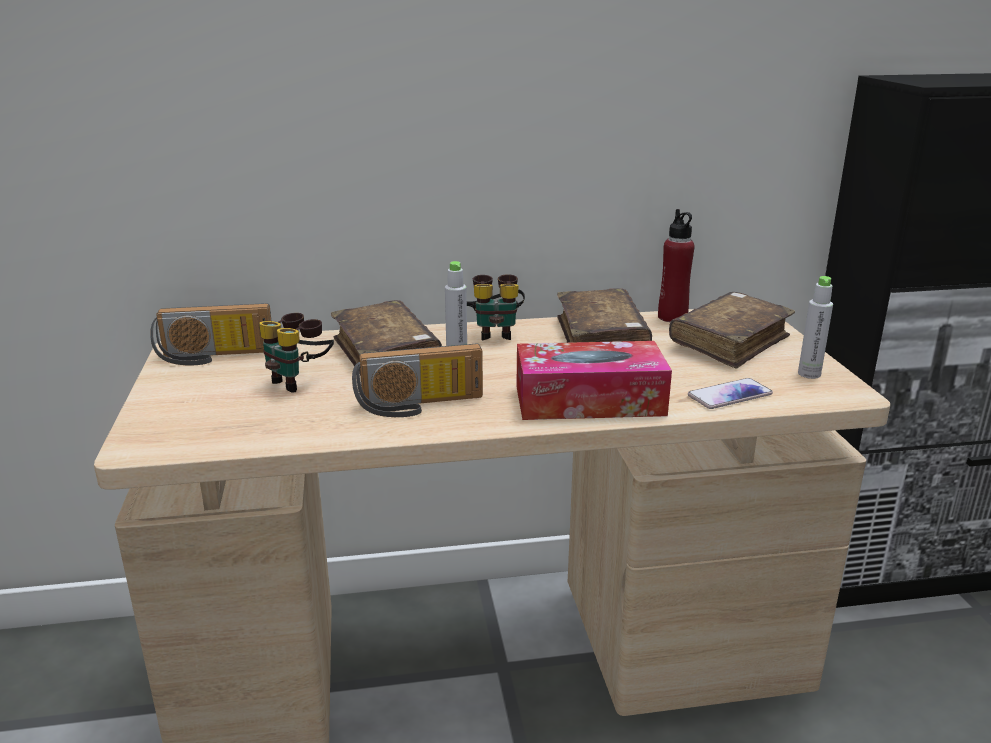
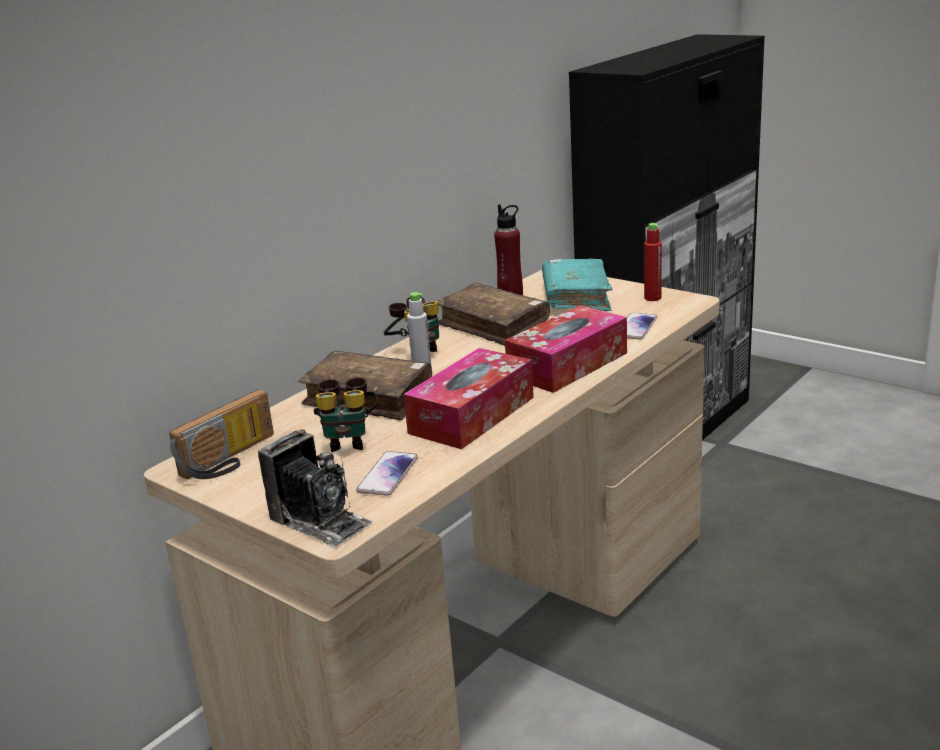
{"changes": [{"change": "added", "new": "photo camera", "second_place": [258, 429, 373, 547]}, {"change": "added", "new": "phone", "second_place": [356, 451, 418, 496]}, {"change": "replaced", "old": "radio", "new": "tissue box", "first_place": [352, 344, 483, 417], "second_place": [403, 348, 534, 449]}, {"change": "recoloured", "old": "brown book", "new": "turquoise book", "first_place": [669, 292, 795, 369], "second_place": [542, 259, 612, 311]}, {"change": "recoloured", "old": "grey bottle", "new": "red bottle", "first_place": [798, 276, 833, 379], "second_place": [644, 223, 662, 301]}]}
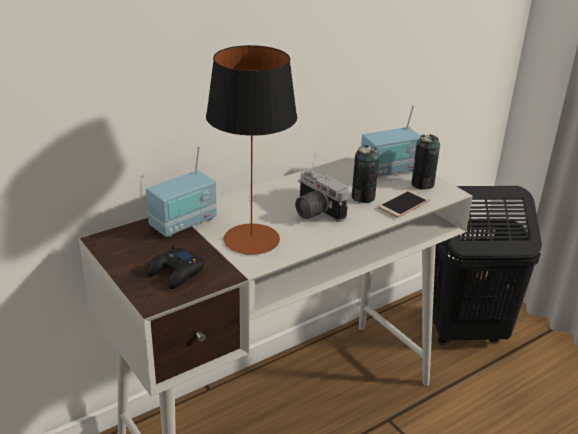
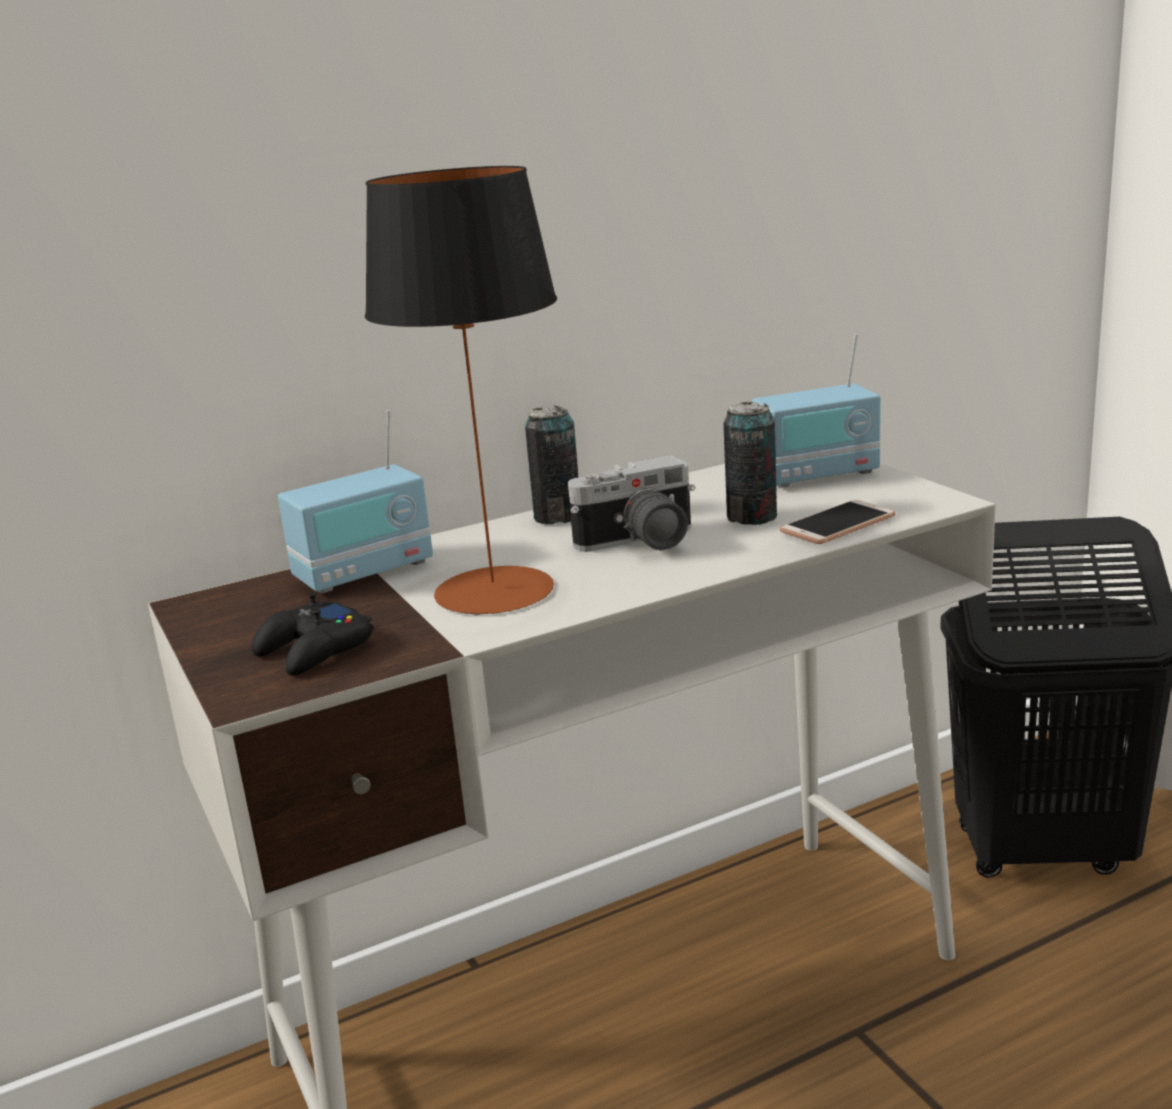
{"changes": [{"change": "moved", "old": "can", "first_place": [412, 134, 440, 190], "second_place": [525, 406, 578, 525]}, {"change": "turned", "old": "photo camera", "first_place": [295, 169, 349, 222], "second_place": [568, 456, 695, 552], "degrees": -75}]}
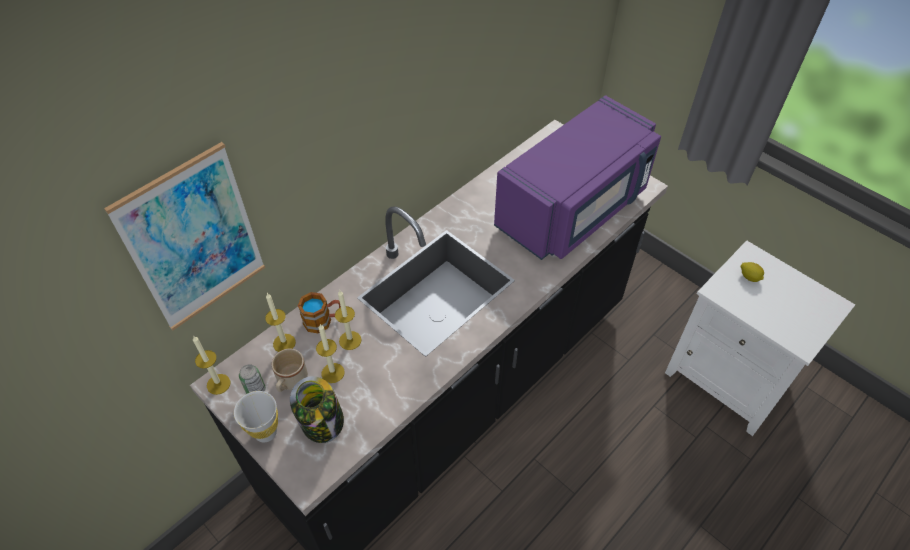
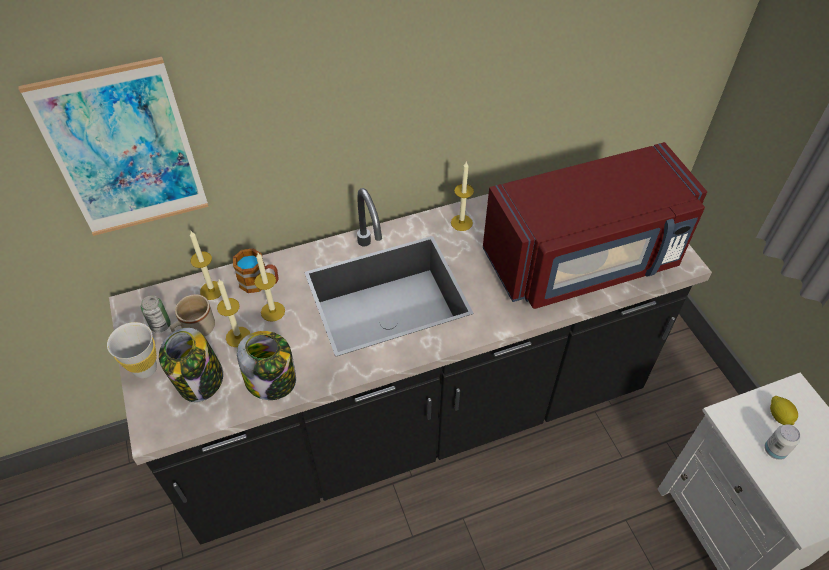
{"changes": [{"change": "added", "new": "jar", "second_place": [237, 331, 296, 400]}, {"change": "added", "new": "can", "second_place": [764, 424, 800, 460]}, {"change": "moved", "old": "candle", "first_place": [193, 336, 230, 395], "second_place": [451, 162, 474, 231]}, {"change": "recoloured", "old": "purple microwave", "new": "red microwave", "first_place": [494, 95, 661, 260], "second_place": [483, 142, 707, 309]}]}
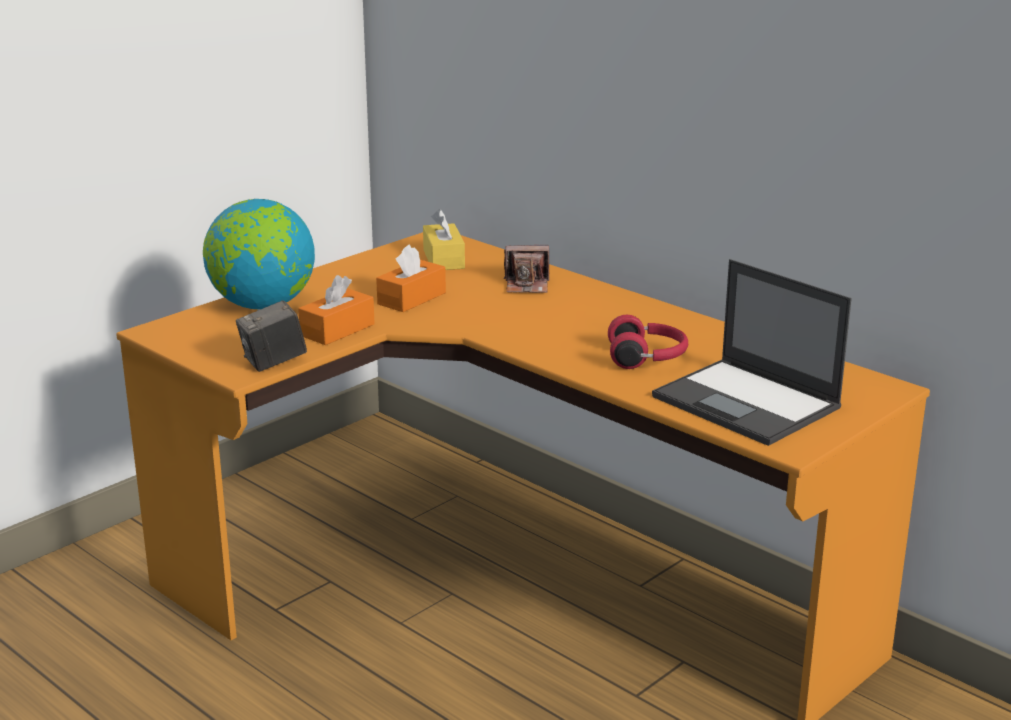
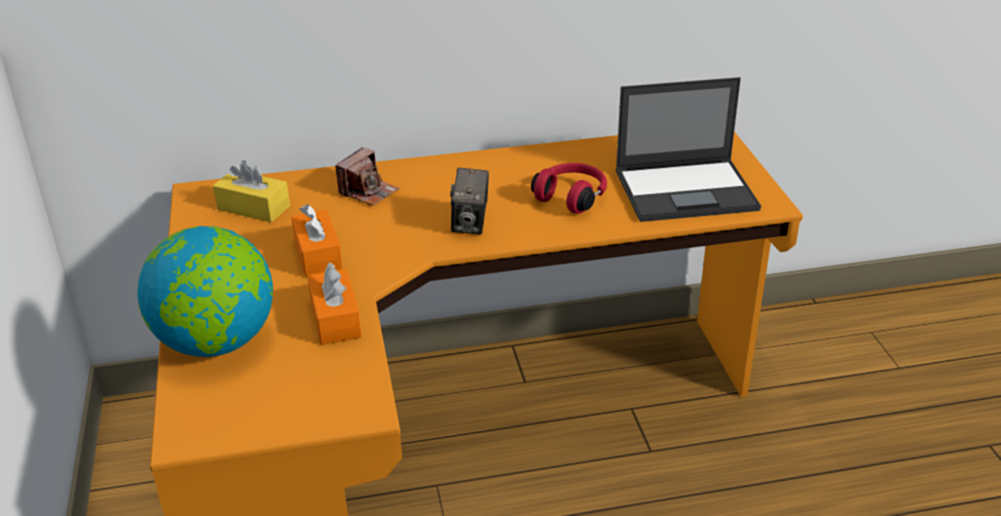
{"changes": [{"change": "moved", "old": "photo camera", "first_place": [236, 300, 307, 372], "second_place": [450, 168, 489, 234]}]}
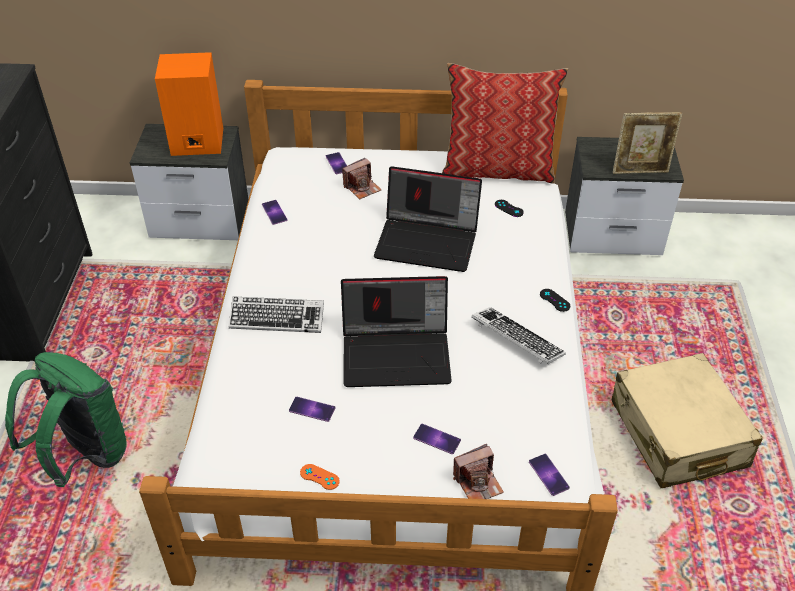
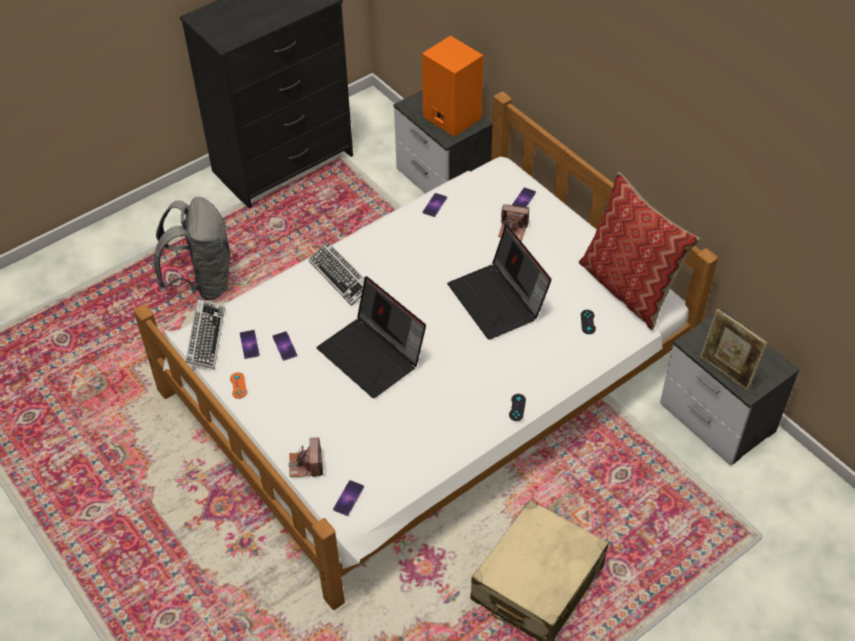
{"changes": [{"change": "moved", "old": "phone", "first_place": [413, 424, 461, 454], "second_place": [240, 330, 260, 359]}, {"change": "moved", "old": "keyboard", "first_place": [471, 307, 566, 364], "second_place": [186, 299, 225, 369]}, {"change": "recoloured", "old": "green backpack", "new": "grey backpack", "first_place": [5, 352, 127, 487], "second_place": [153, 197, 230, 300]}, {"change": "turned", "old": "photo camera", "first_place": [453, 444, 504, 499], "second_place": [289, 437, 323, 477], "degrees": 60}]}
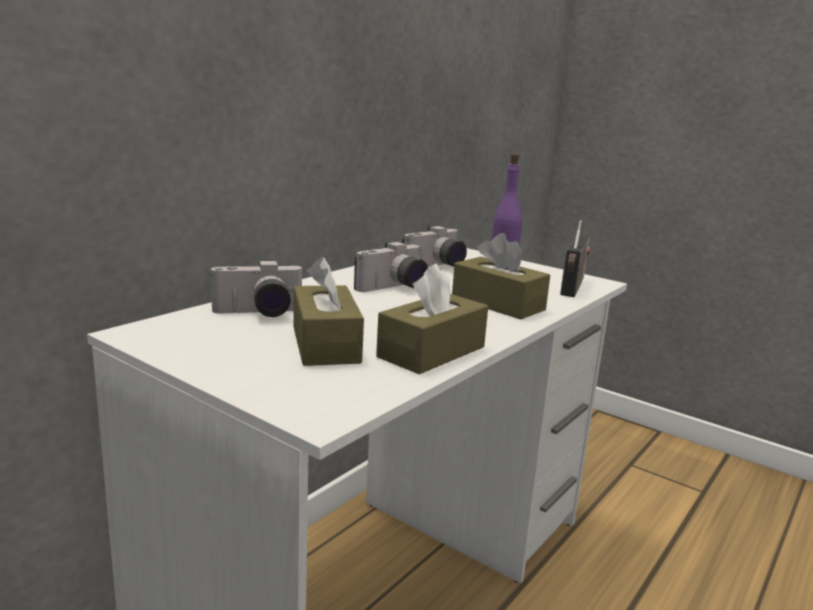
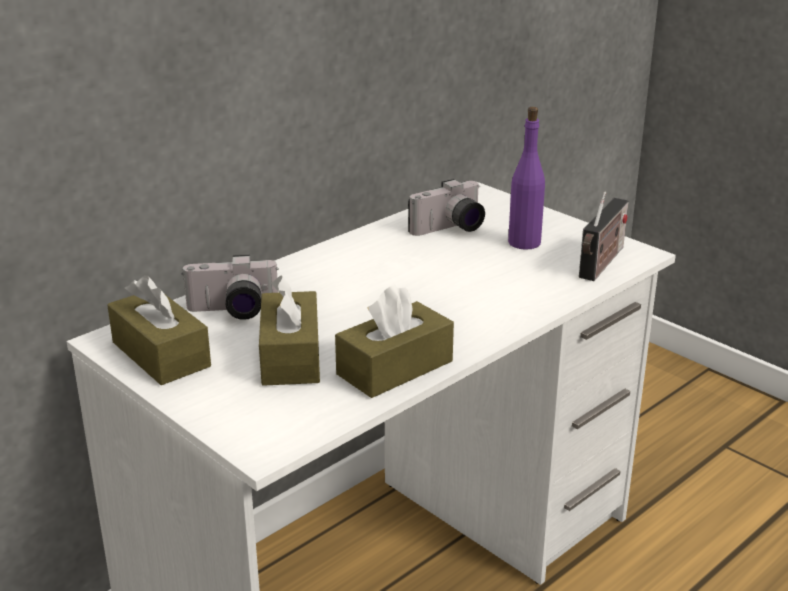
{"changes": [{"change": "removed", "old": "photo camera", "first_place": [354, 241, 428, 292]}, {"change": "moved", "old": "brown tissue box", "first_place": [452, 233, 550, 319], "second_place": [107, 275, 211, 385]}]}
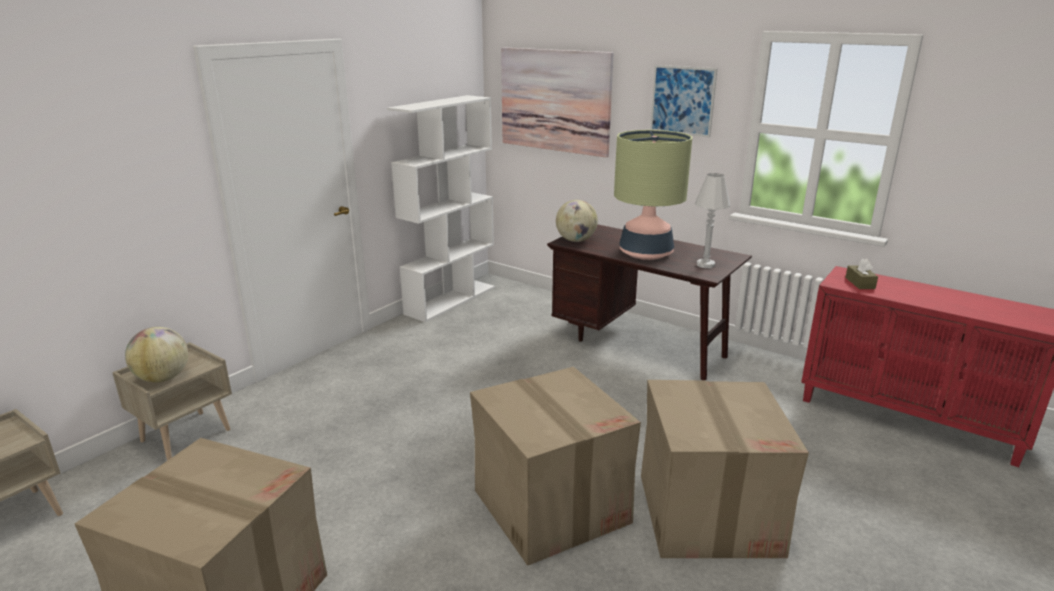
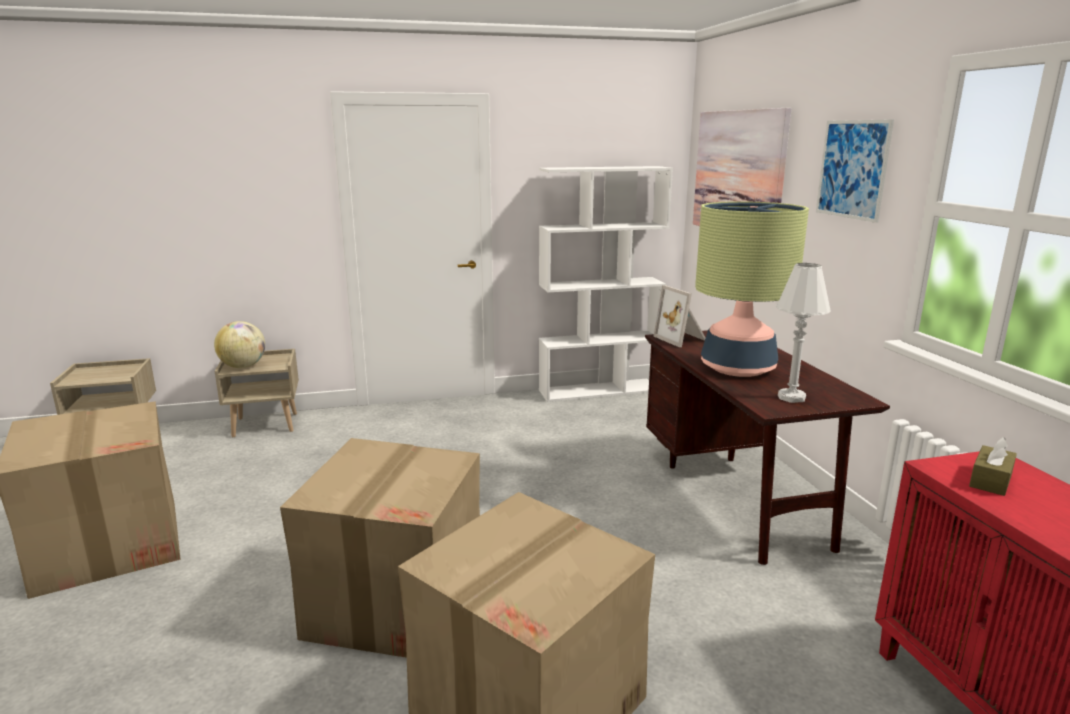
{"changes": [{"change": "replaced", "old": "globe", "new": "picture frame", "first_place": [556, 200, 598, 242], "second_place": [654, 285, 706, 347]}]}
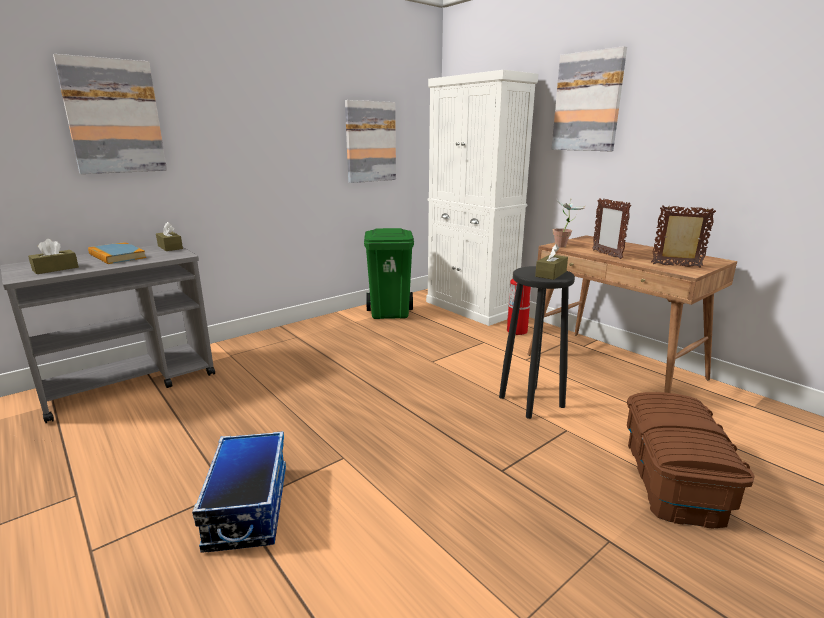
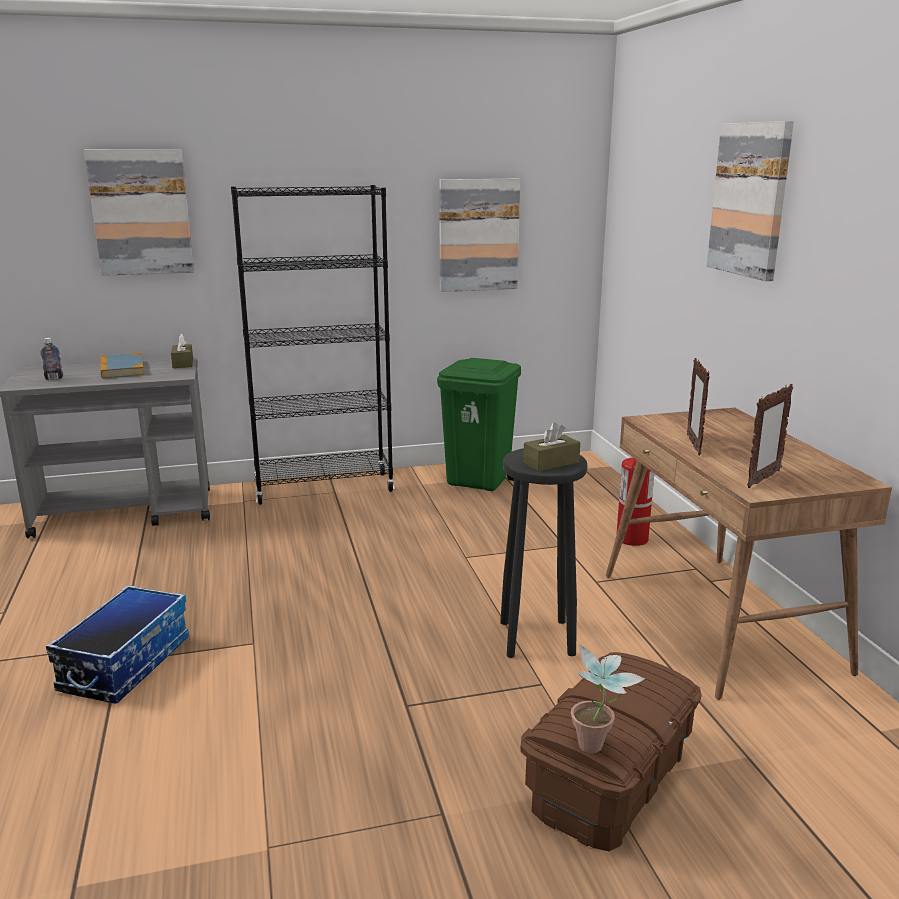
{"changes": [{"change": "removed", "old": "white cabinet", "first_place": [426, 70, 538, 326]}, {"change": "added", "new": "black bookcase", "second_place": [231, 185, 395, 505]}, {"change": "moved", "old": "potted plant", "first_place": [553, 200, 585, 248], "second_place": [571, 644, 645, 753]}, {"change": "replaced", "old": "brown tissue box", "new": "bottle", "first_place": [28, 239, 79, 274], "second_place": [40, 338, 63, 380]}, {"change": "turned", "old": "picture frame", "first_place": [651, 205, 716, 268], "second_place": [747, 384, 793, 488], "degrees": 90}]}
